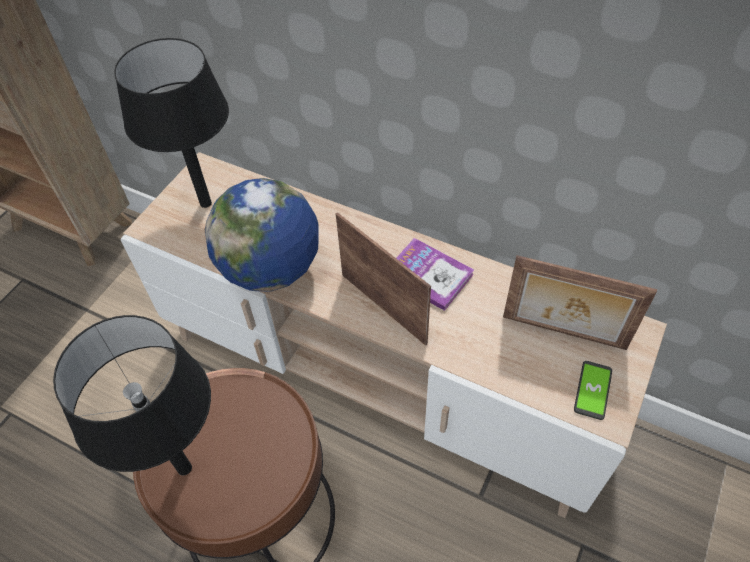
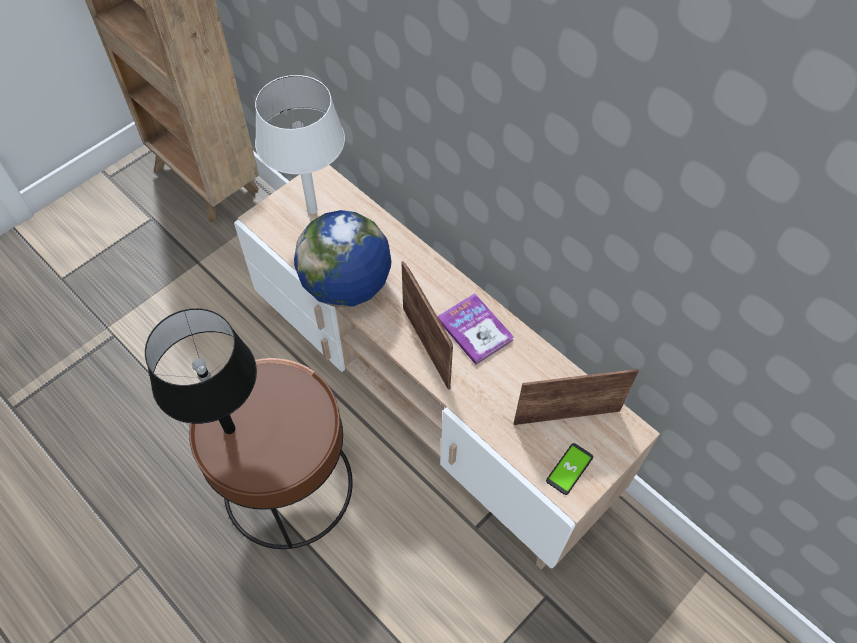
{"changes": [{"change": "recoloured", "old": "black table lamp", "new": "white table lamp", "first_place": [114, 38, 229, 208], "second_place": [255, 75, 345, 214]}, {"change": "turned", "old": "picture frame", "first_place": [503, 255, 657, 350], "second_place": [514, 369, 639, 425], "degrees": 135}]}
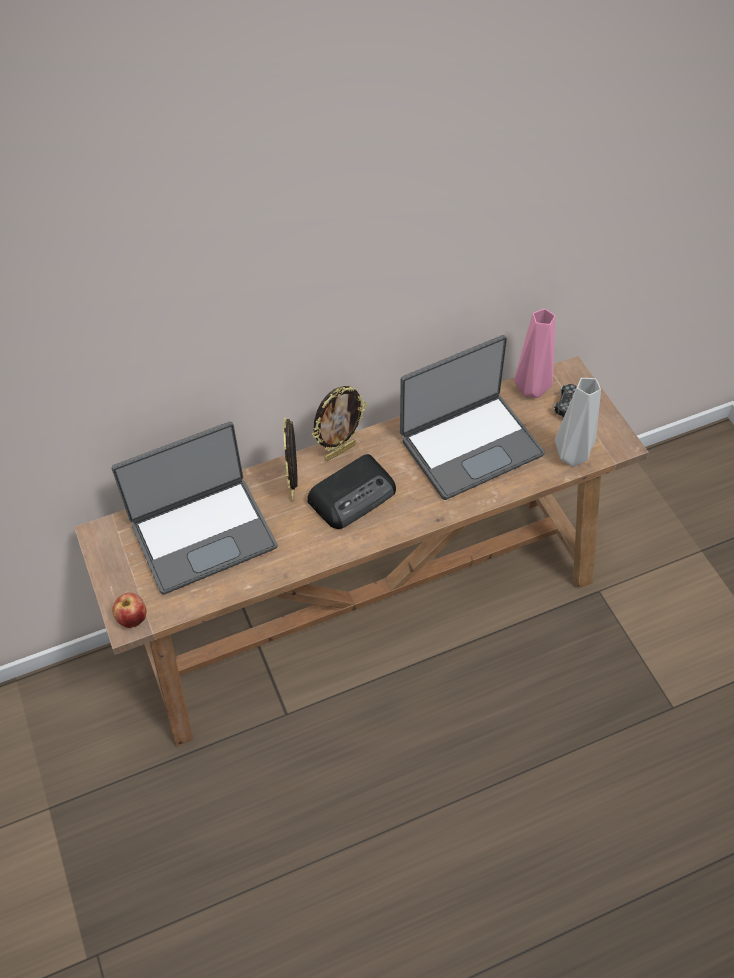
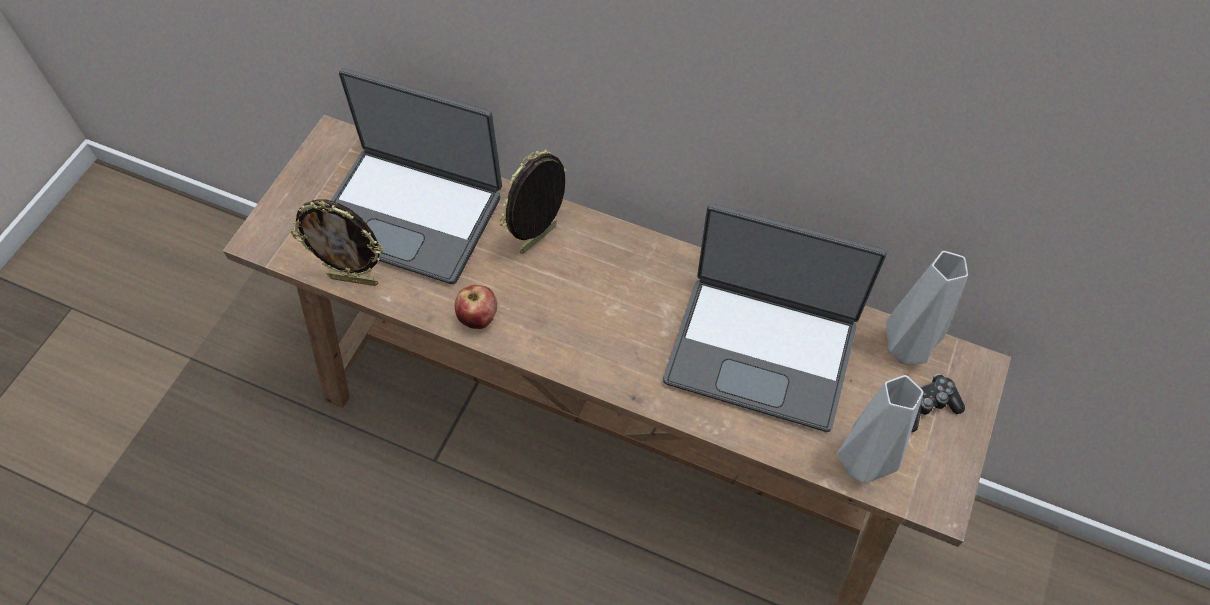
{"changes": [{"change": "removed", "old": "radio", "first_place": [308, 454, 396, 529]}, {"change": "moved", "old": "apple", "first_place": [112, 593, 147, 628], "second_place": [454, 285, 497, 329]}, {"change": "moved", "old": "picture frame", "first_place": [312, 386, 367, 461], "second_place": [291, 200, 383, 286]}, {"change": "recoloured", "old": "pink vase", "new": "grey vase", "first_place": [514, 309, 556, 398], "second_place": [886, 251, 968, 365]}]}
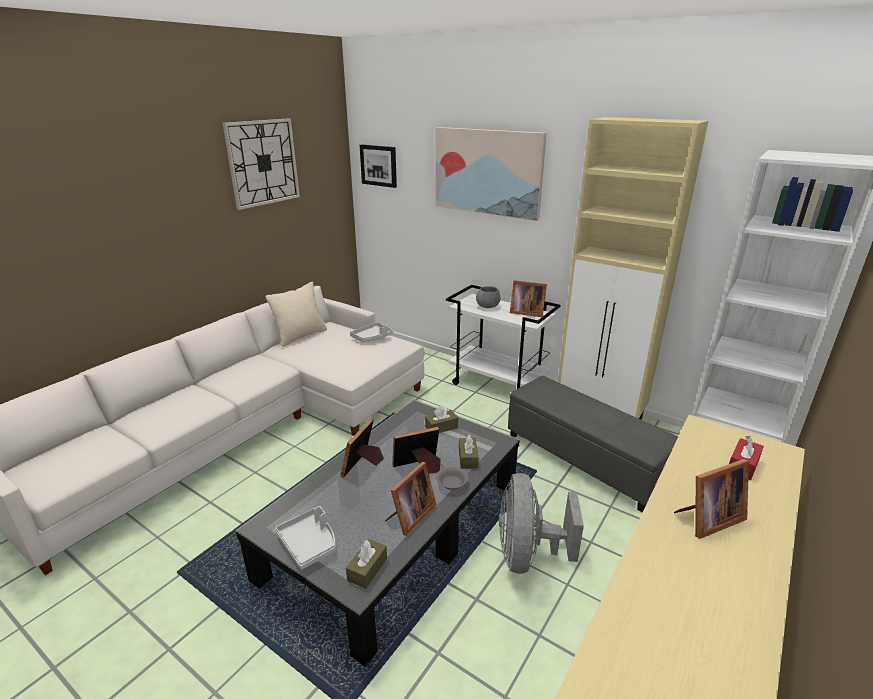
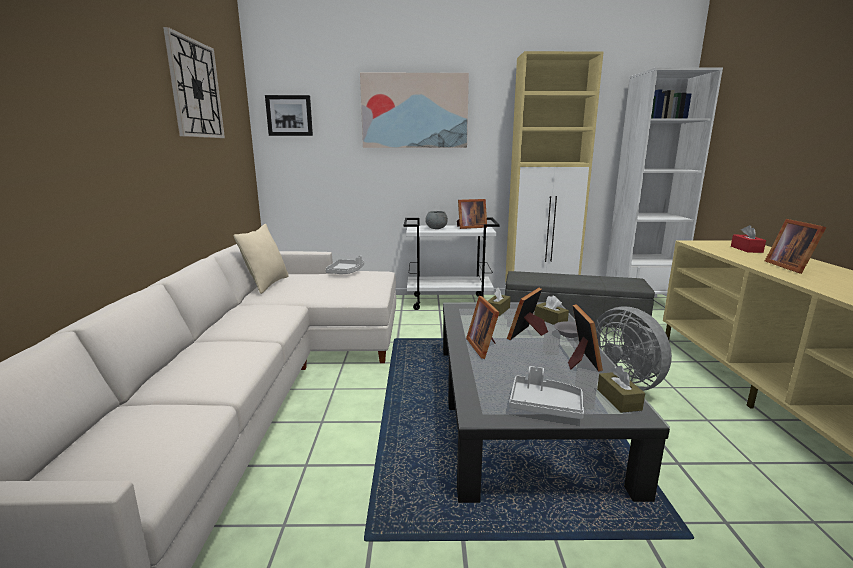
{"changes": [{"change": "turned", "old": "picture frame", "first_place": [674, 459, 749, 539], "second_place": [765, 219, 827, 274], "degrees": 150}]}
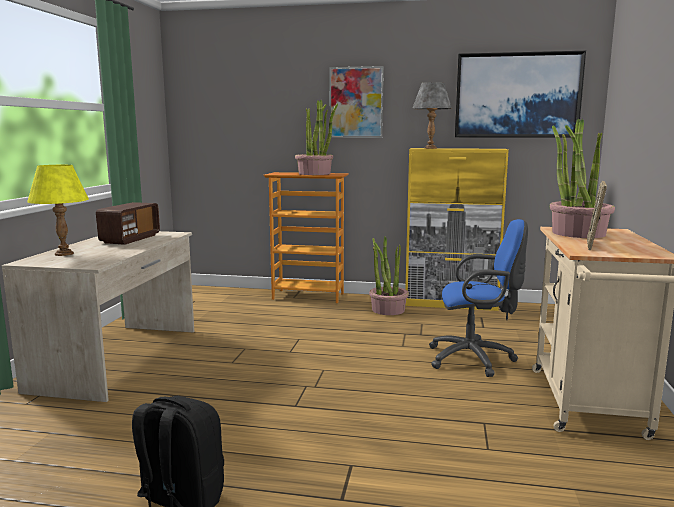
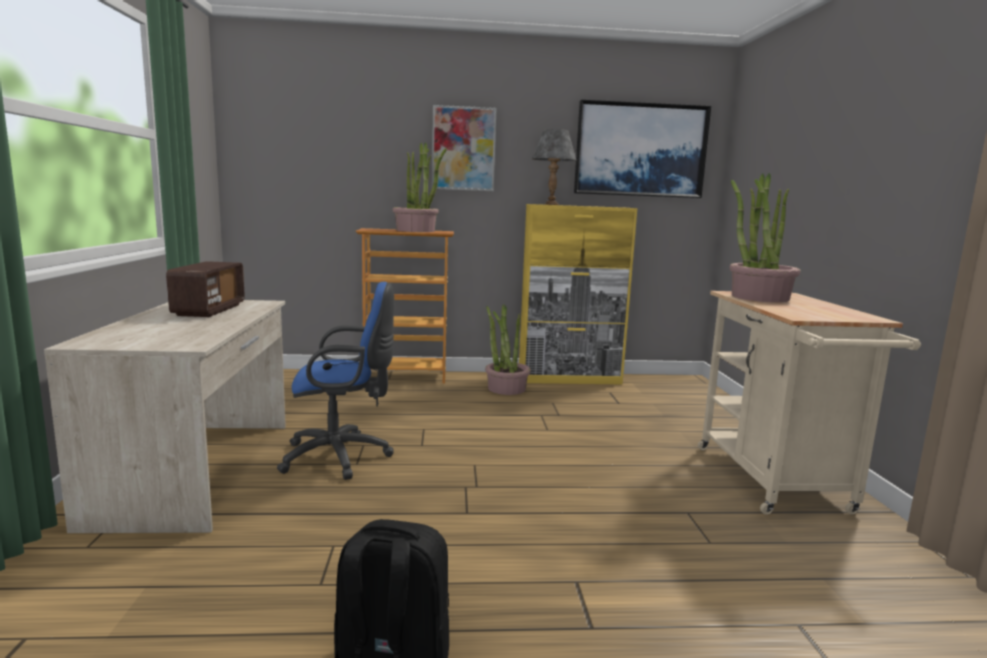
{"changes": [{"change": "removed", "old": "yellow table lamp", "first_place": [27, 165, 89, 256]}, {"change": "removed", "old": "picture frame", "first_place": [587, 181, 607, 250]}, {"change": "moved", "old": "blue office chair", "first_place": [429, 219, 528, 377], "second_place": [277, 282, 394, 480]}]}
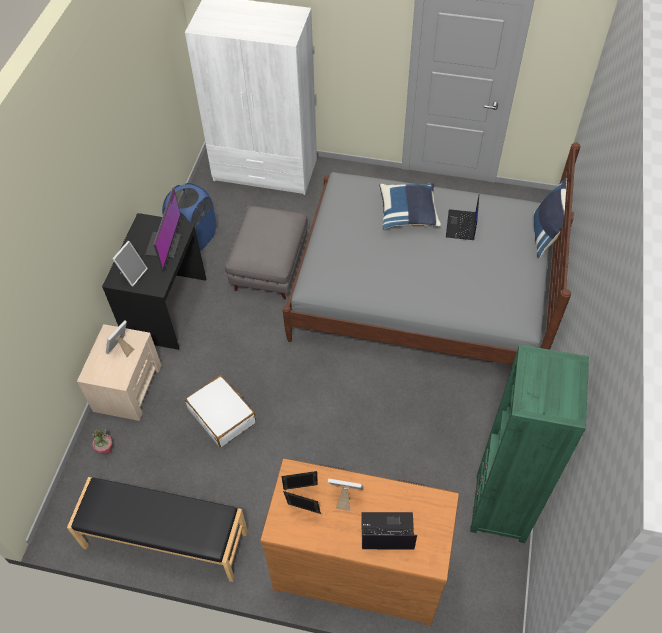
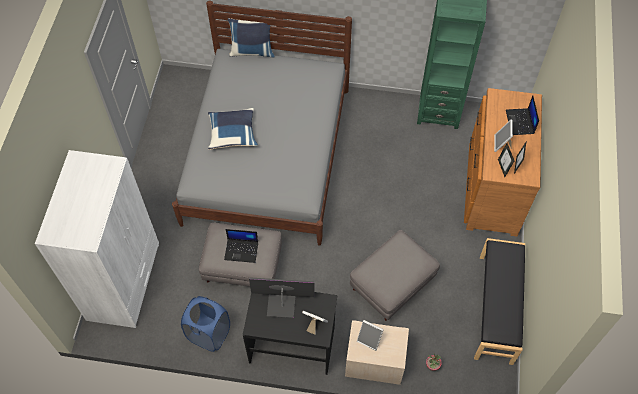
{"changes": [{"change": "moved", "old": "laptop", "first_place": [446, 194, 480, 240], "second_place": [224, 229, 258, 263]}, {"change": "replaced", "old": "white suitcase", "new": "grey ottoman", "first_place": [185, 375, 256, 447], "second_place": [350, 230, 440, 321]}]}
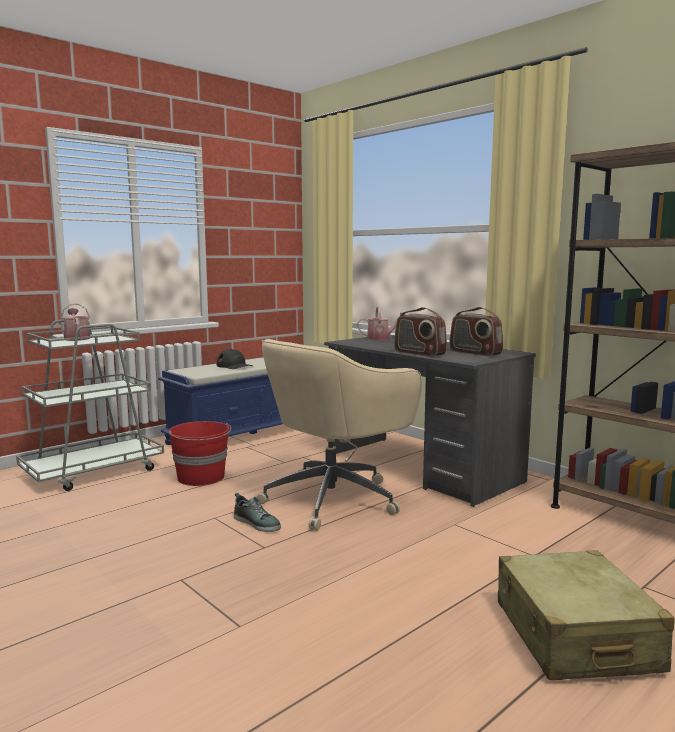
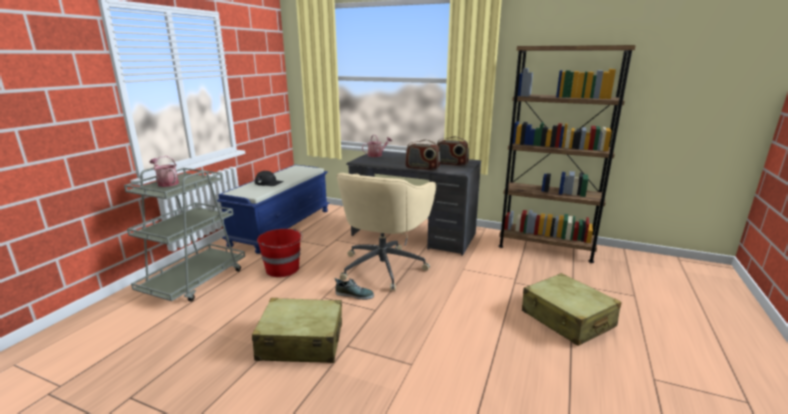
{"changes": [{"change": "added", "new": "beige suitcase", "second_place": [252, 298, 342, 363]}]}
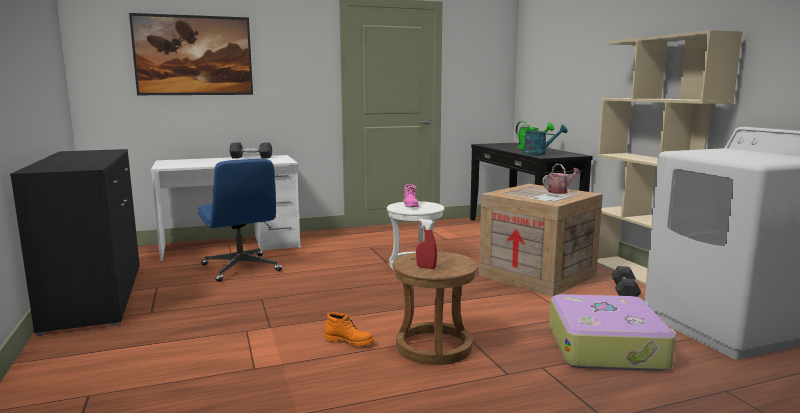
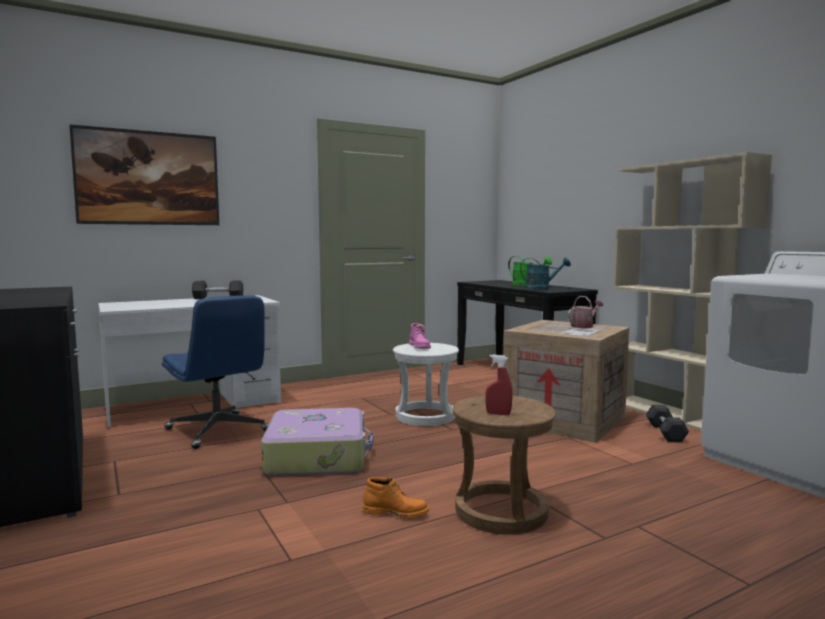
{"changes": [{"change": "moved", "old": "suitcase", "first_place": [549, 294, 677, 371], "second_place": [261, 408, 374, 476]}]}
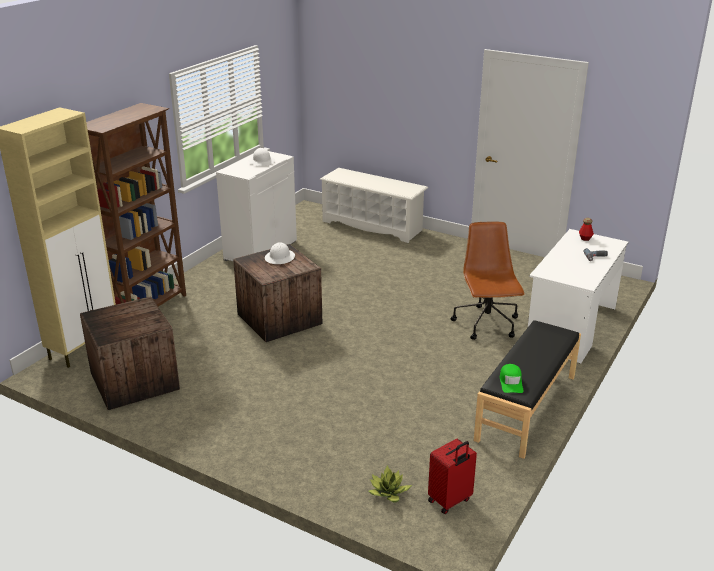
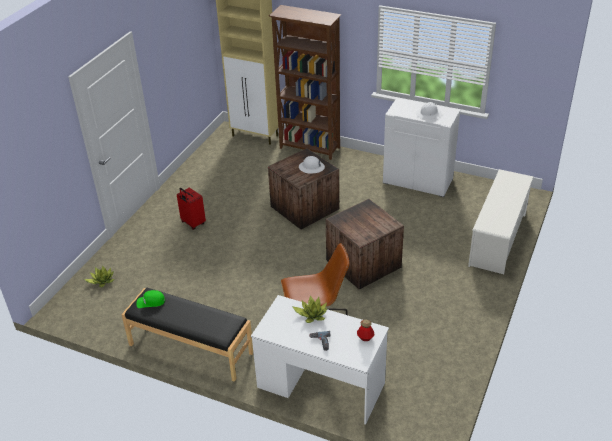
{"changes": [{"change": "added", "new": "potted plant", "second_place": [292, 295, 327, 323]}, {"change": "moved", "old": "crate", "first_place": [80, 296, 180, 410], "second_place": [326, 199, 404, 289]}, {"change": "moved", "old": "red suitcase", "first_place": [428, 439, 477, 514], "second_place": [177, 188, 206, 230]}]}
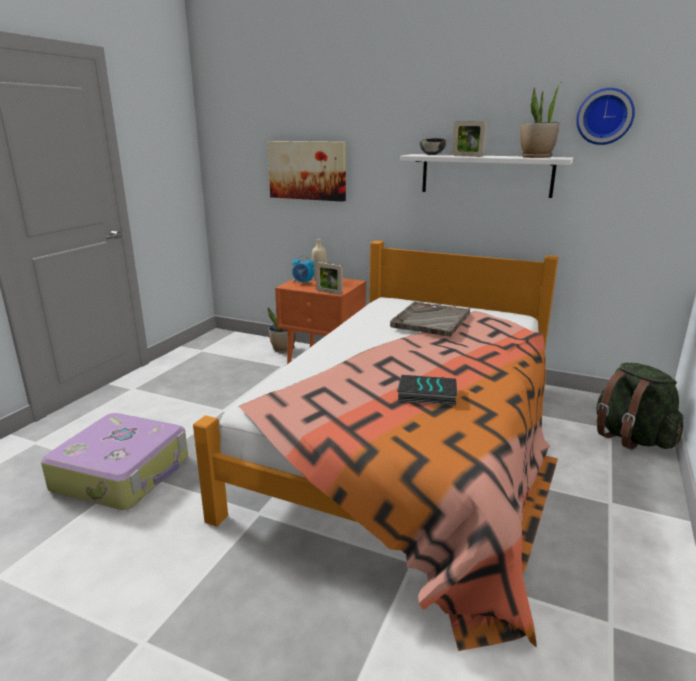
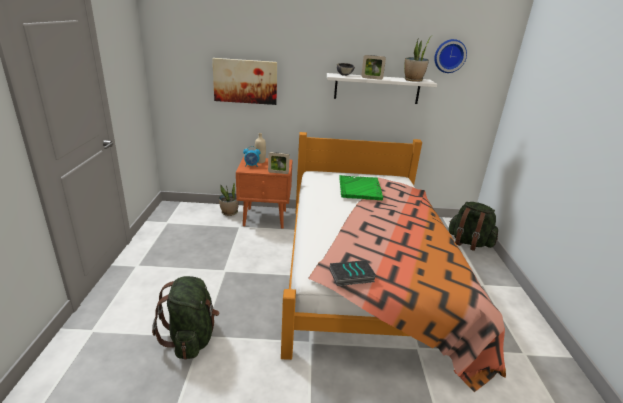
{"changes": [{"change": "moved", "old": "book", "first_place": [397, 375, 458, 406], "second_place": [330, 260, 376, 286]}, {"change": "replaced", "old": "suitcase", "new": "green backpack", "first_place": [41, 413, 188, 510], "second_place": [152, 276, 219, 359]}, {"change": "recoloured", "old": "grey tray", "new": "green tray", "first_place": [390, 302, 470, 337], "second_place": [339, 175, 383, 200]}]}
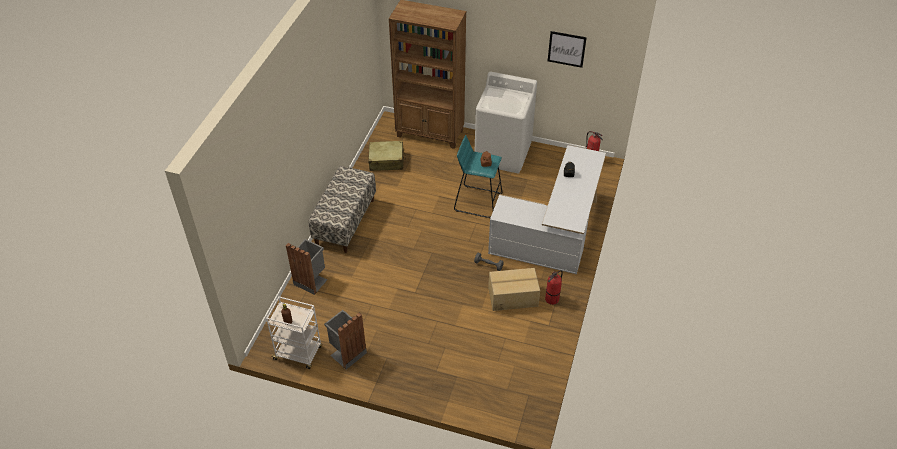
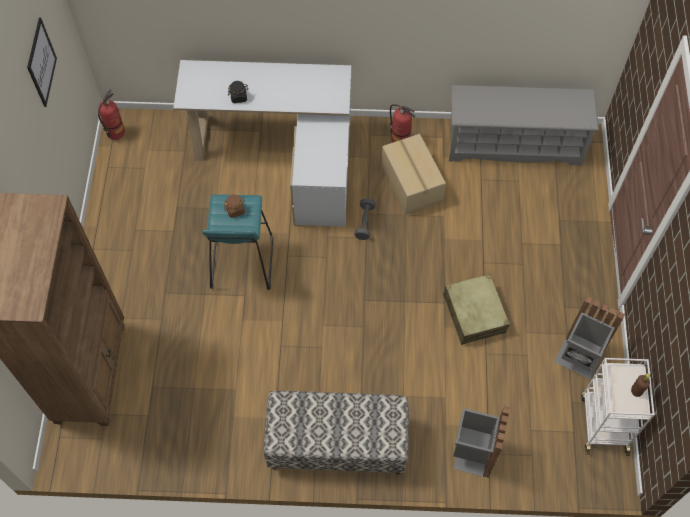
{"changes": [{"change": "removed", "old": "white washing machine", "first_place": [475, 72, 537, 174]}, {"change": "added", "new": "grey shoe rack", "second_place": [449, 85, 599, 166]}, {"change": "moved", "old": "beige suitcase", "first_place": [368, 141, 406, 171], "second_place": [443, 274, 510, 345]}]}
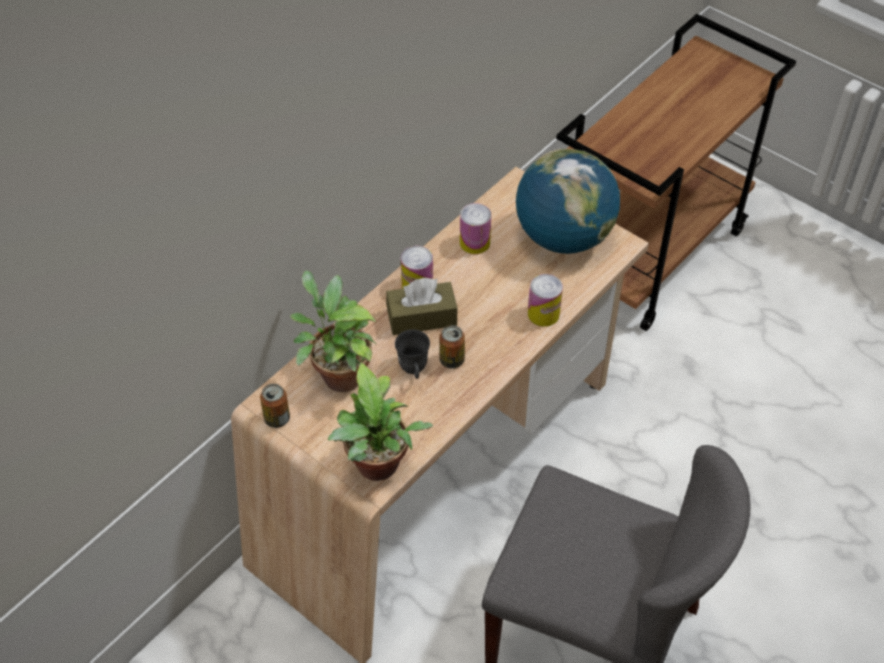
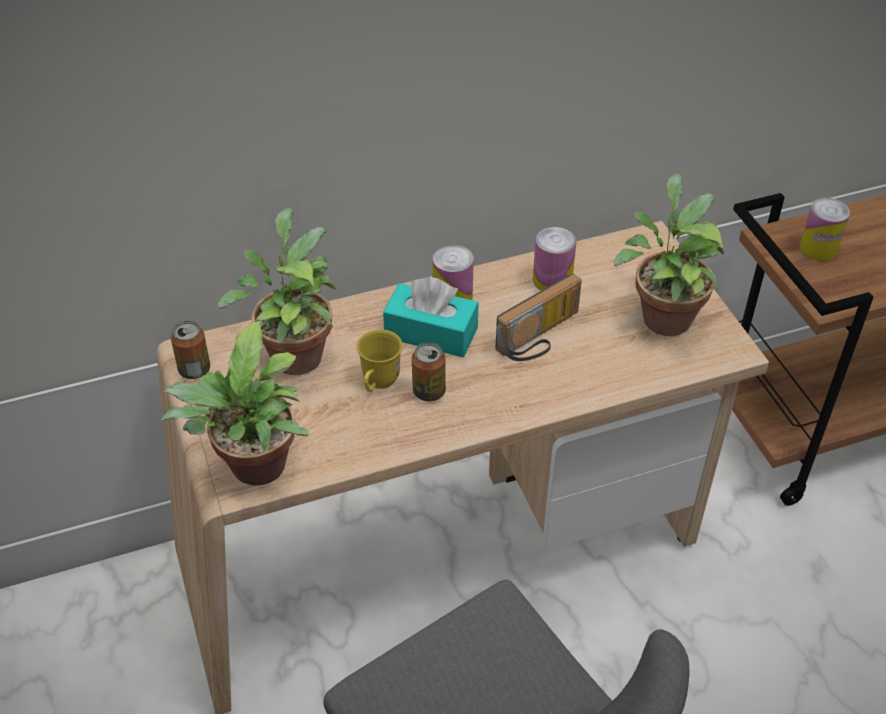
{"changes": [{"change": "added", "new": "radio", "second_place": [495, 273, 582, 361]}, {"change": "moved", "old": "can", "first_place": [528, 274, 563, 327], "second_place": [800, 198, 850, 261]}, {"change": "replaced", "old": "globe", "new": "potted plant", "first_place": [516, 149, 620, 254], "second_place": [613, 174, 724, 336]}, {"change": "recoloured", "old": "brown tissue box", "new": "turquoise tissue box", "first_place": [386, 278, 458, 335], "second_place": [383, 277, 479, 357]}, {"change": "recoloured", "old": "grey mug", "new": "yellow mug", "first_place": [395, 329, 430, 379], "second_place": [357, 329, 403, 392]}]}
